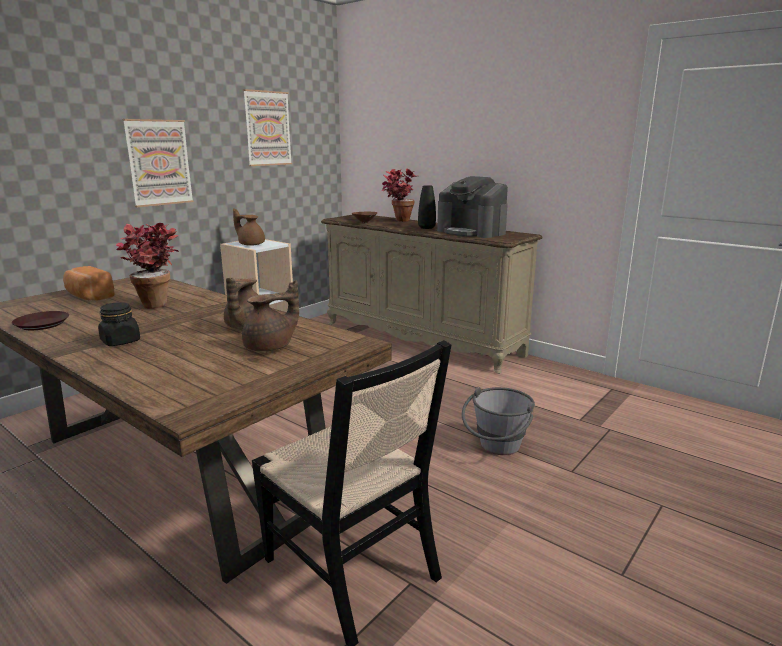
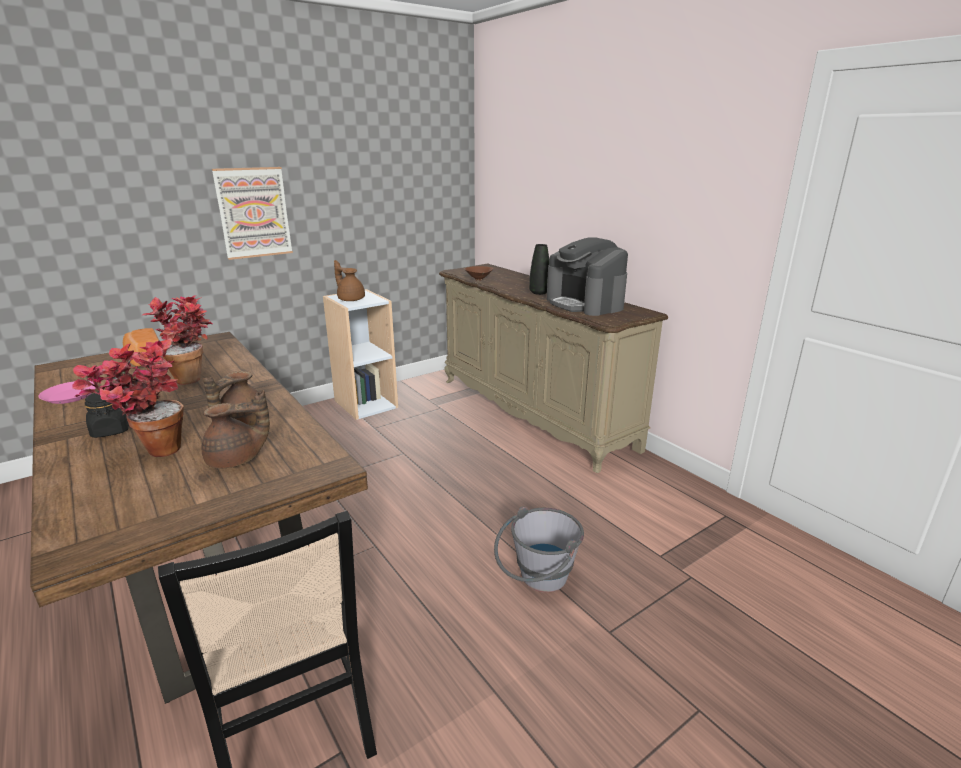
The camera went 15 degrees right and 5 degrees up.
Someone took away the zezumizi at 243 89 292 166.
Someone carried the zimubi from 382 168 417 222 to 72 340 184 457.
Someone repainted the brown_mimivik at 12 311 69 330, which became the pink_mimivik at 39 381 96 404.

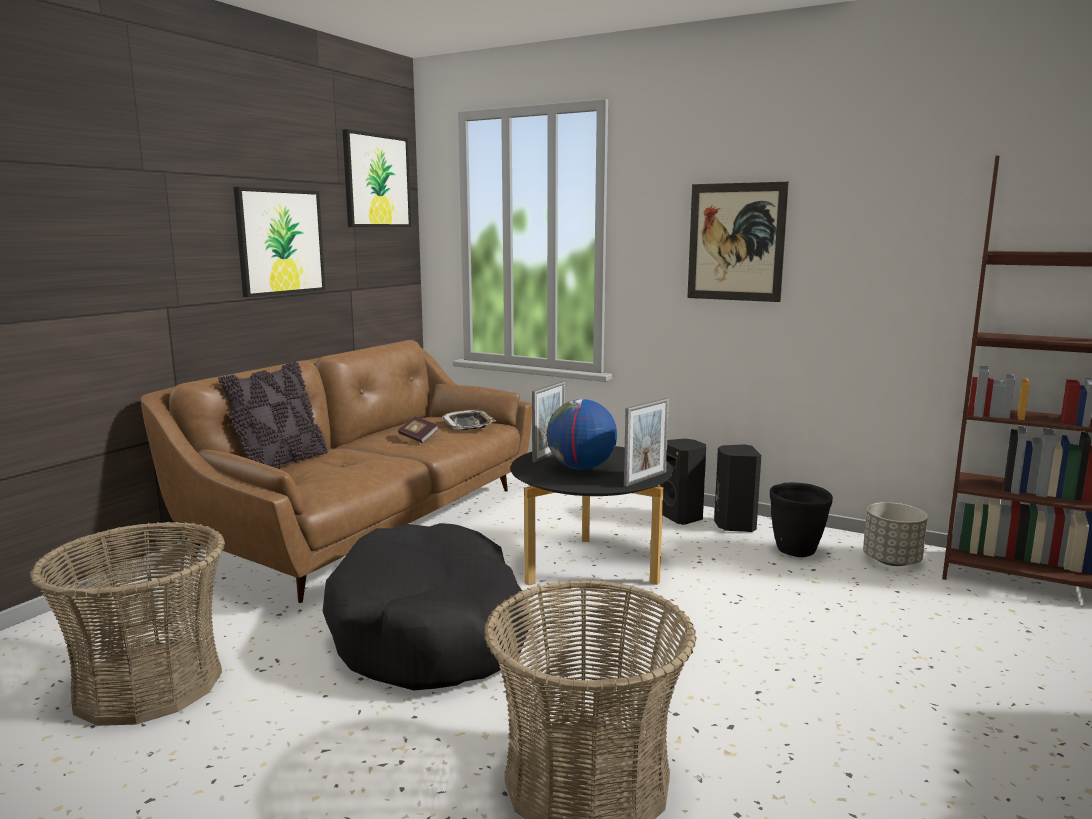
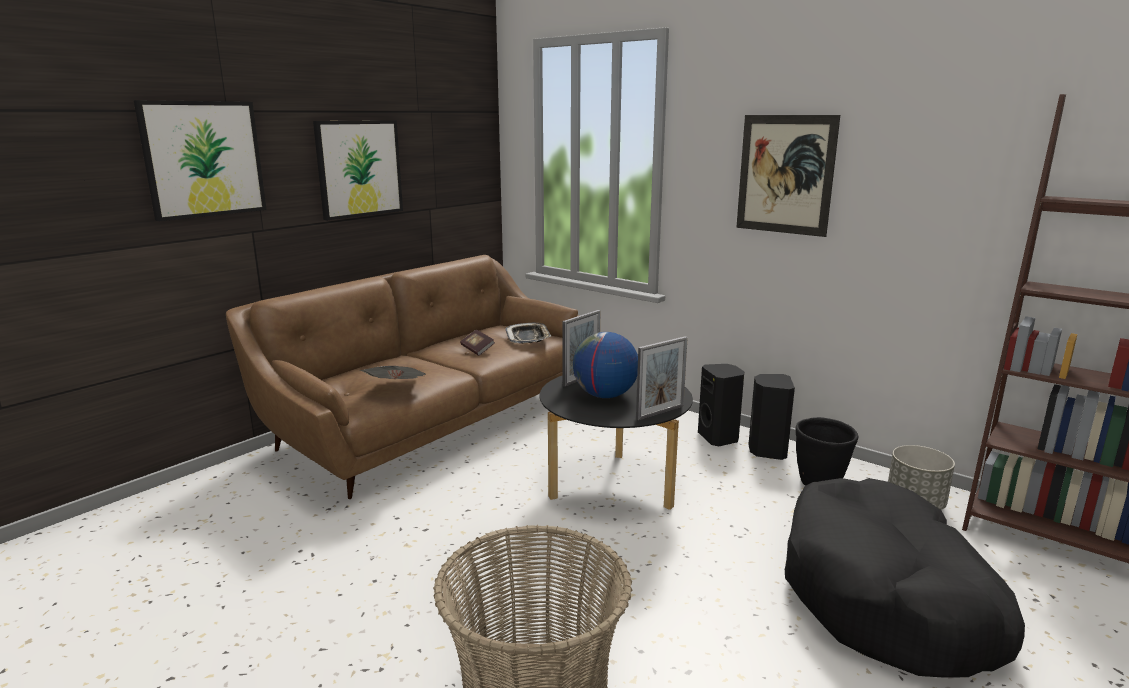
The camera went 10 degrees right and 5 degrees up.
Someone carried the zezumizi from 343 129 411 227 to 134 100 267 221.
Someone took away the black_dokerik at 218 362 328 469.
Someone took away the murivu at 30 522 225 726.
Someone carried the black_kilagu from 323 523 531 690 to 785 478 1025 678.
Someone put down the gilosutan at 360 366 426 379.

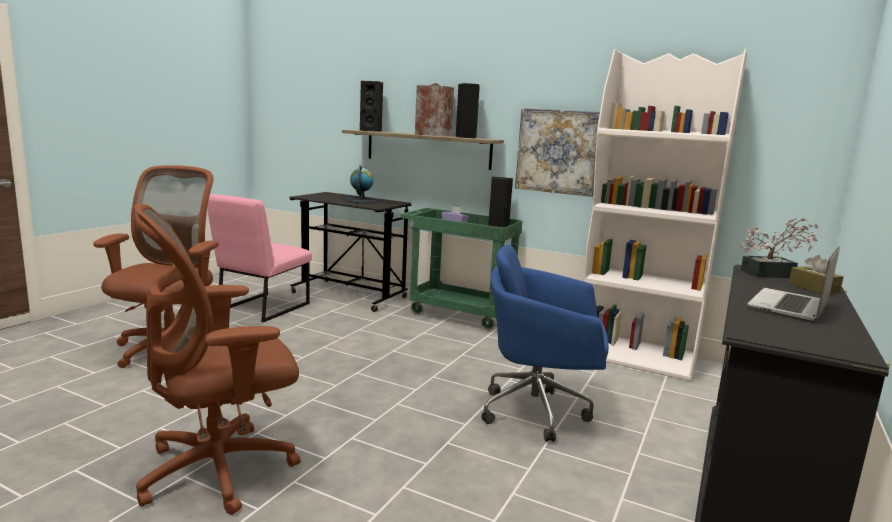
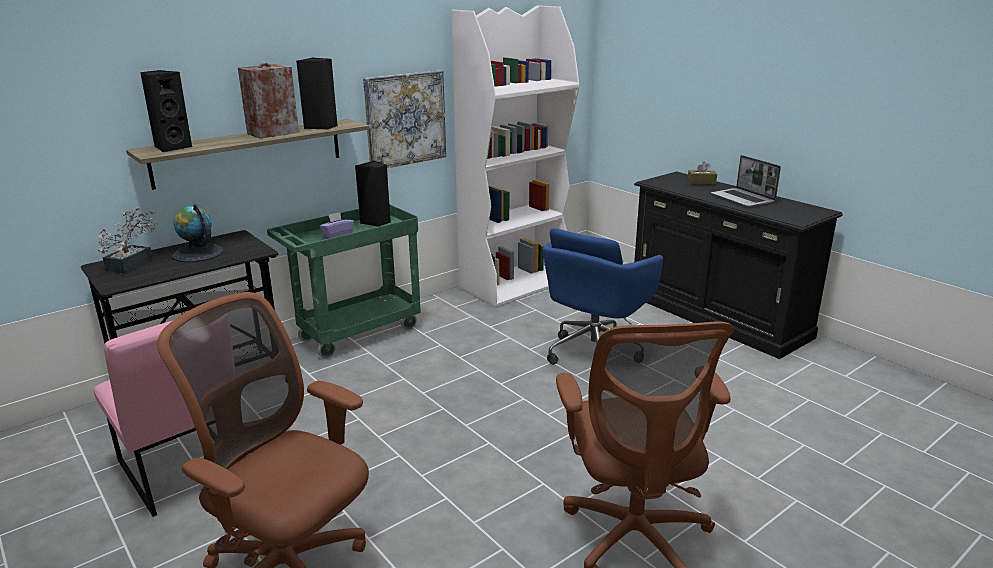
The camera went 65 degrees left and 10 degrees up.
Someone carried the zimubi from 740 218 819 278 to 98 207 158 274.

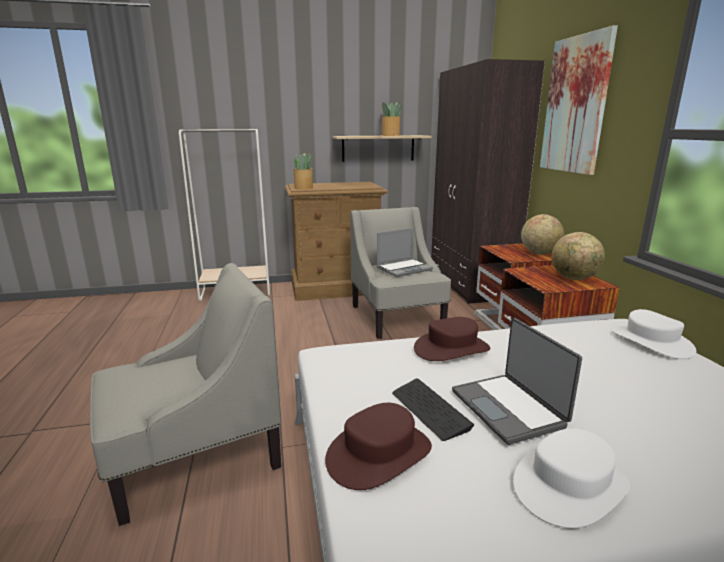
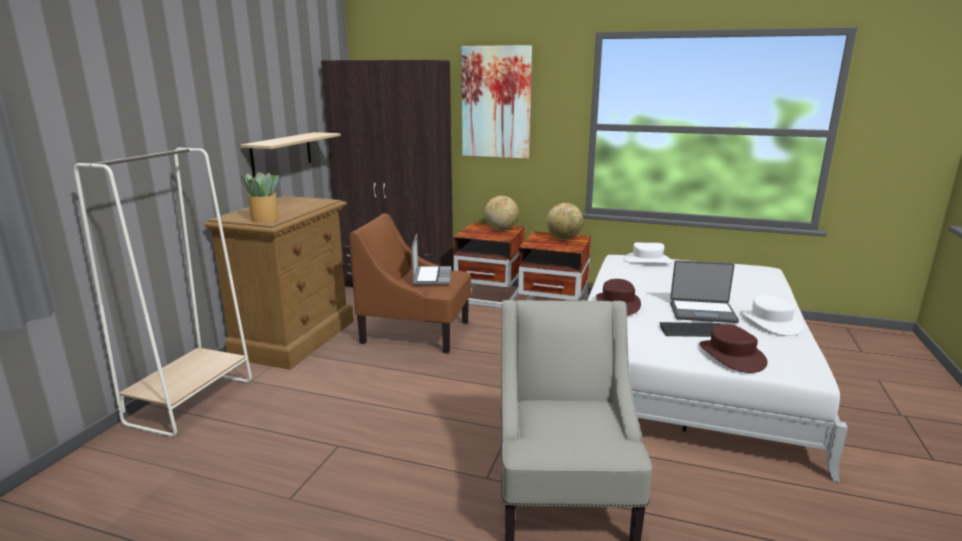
The camera went 60 degrees left and 0 degrees up.
Someone took away the zimubi at 382 102 402 136.
Someone repainted the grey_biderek at 350 207 451 339, which became the brown_biderek at 349 213 471 353.

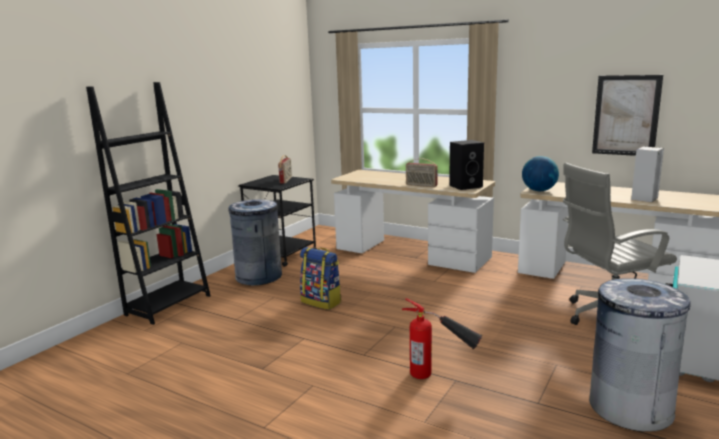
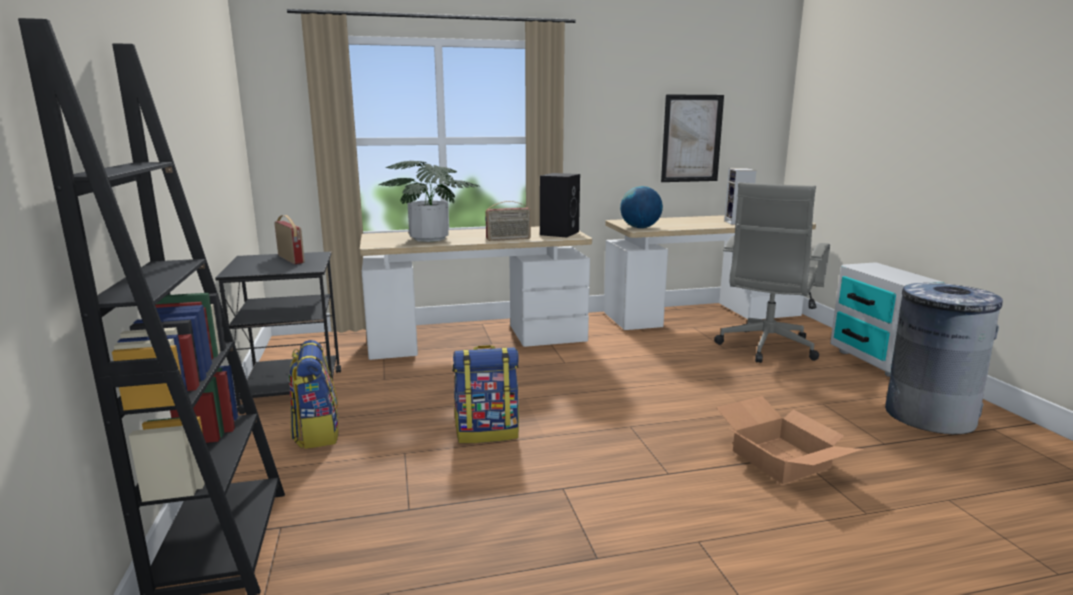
The camera went 45 degrees left and 0 degrees up.
Someone swapped the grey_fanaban at 229 199 282 285 for the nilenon at 289 340 338 449.
Someone swapped the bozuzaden at 402 298 482 379 for the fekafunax at 716 396 863 484.
Someone put down the zimubi at 379 161 479 242.

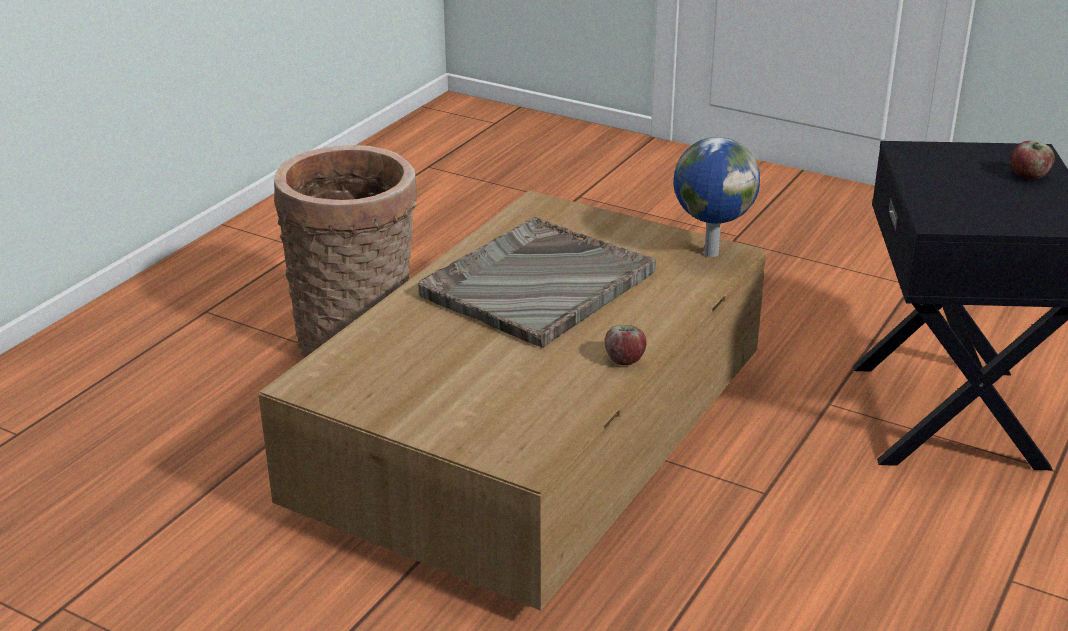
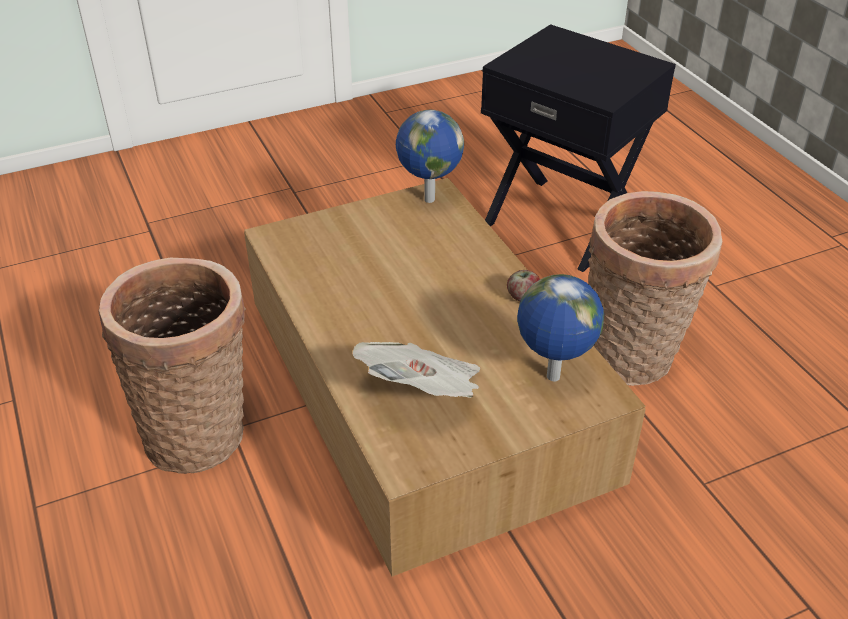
The camera went 55 degrees left and 10 degrees up.
Someone took away the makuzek at 1011 140 1055 179.
Someone took away the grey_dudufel at 418 217 656 348.
Someone put down the murivu at 588 191 722 386.
Someone put down the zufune at 517 274 604 381.
Someone put down the gilosutan at 352 342 481 398.

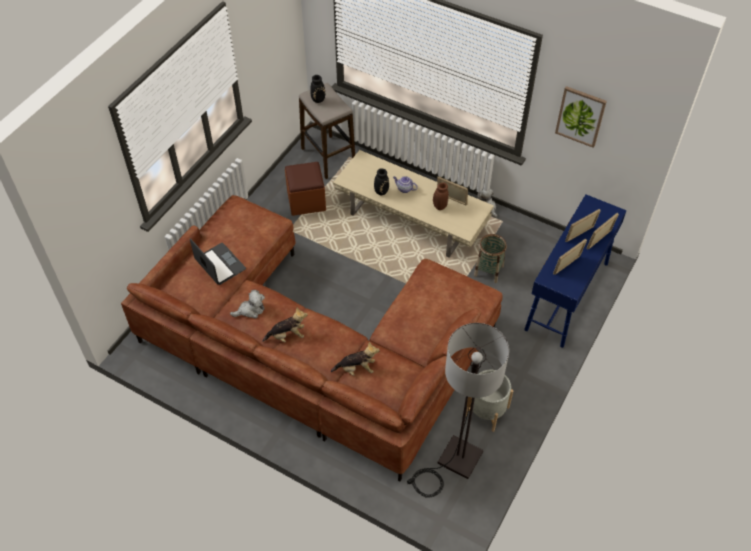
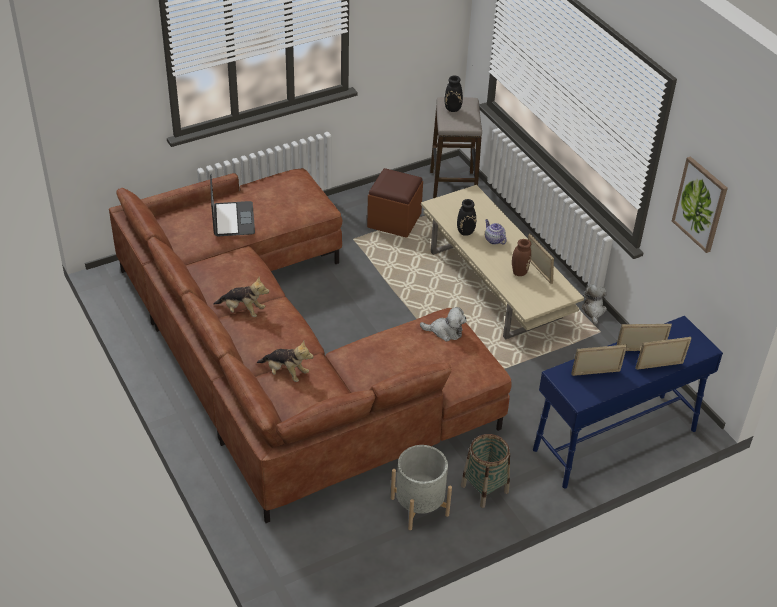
The camera went 30 degrees right and 10 degrees down.
Someone carried the murivu from 474 234 507 283 to 461 434 510 508.
Someone carried the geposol from 230 290 265 319 to 420 307 466 341.
Someone took away the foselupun at 407 323 509 498.

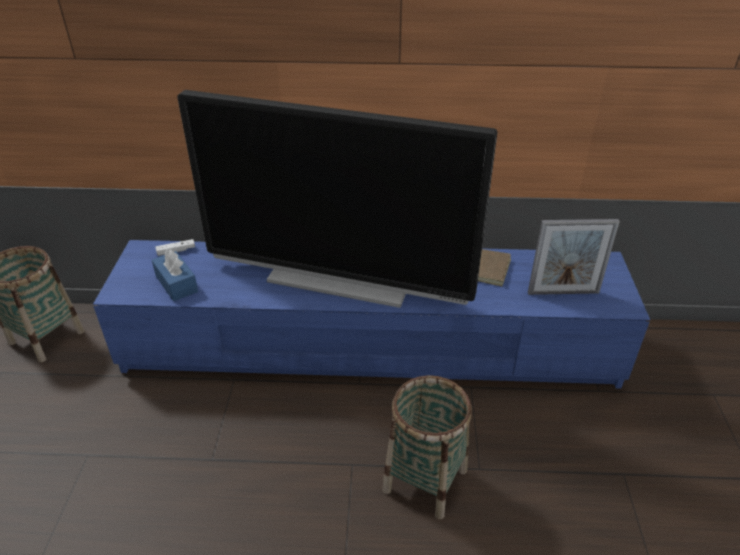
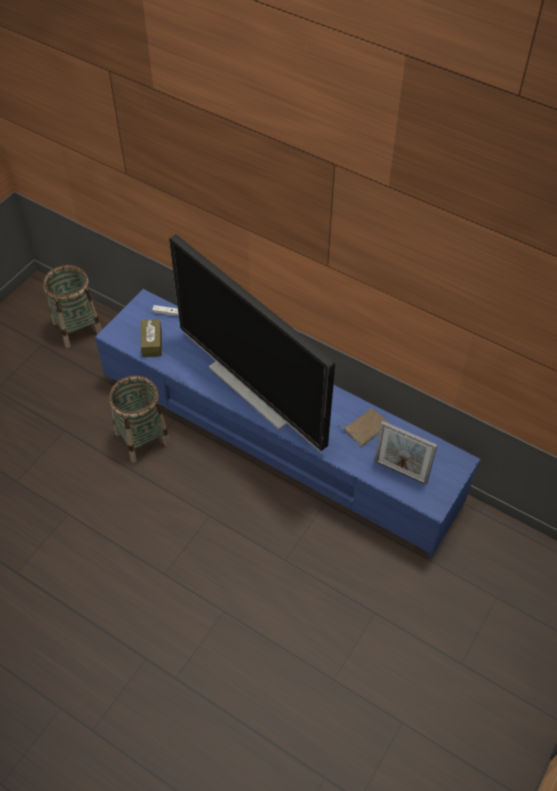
The camera went 30 degrees right and 15 degrees up.
Someone repainted the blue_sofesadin at 152 249 198 301, which became the brown_sofesadin at 141 319 162 357.
Someone carried the murivu from 382 375 472 519 to 109 375 171 463.

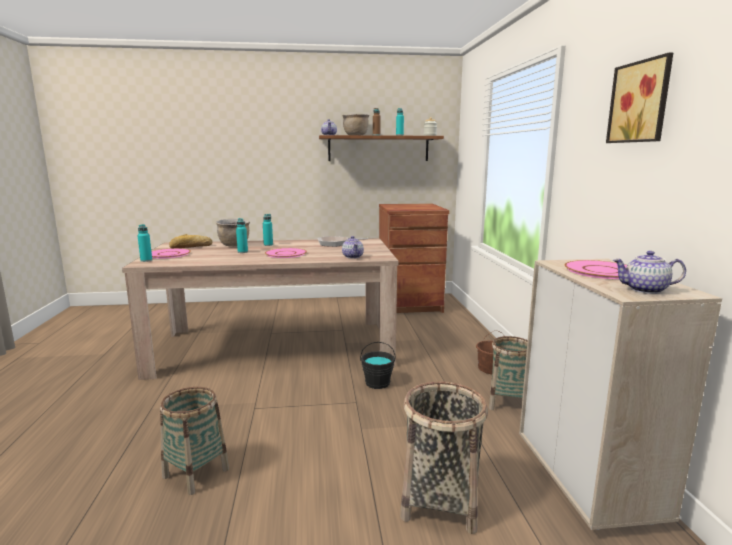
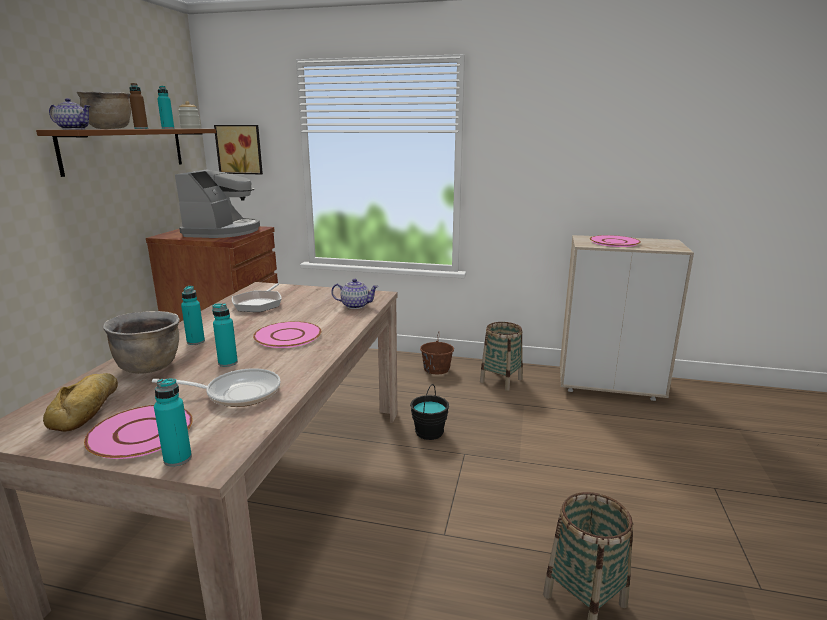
The camera went 70 degrees left and 5 degrees up.
Someone carried the zezumizi from 606 53 673 143 to 214 125 263 174.
Someone took away the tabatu at 613 251 686 294.
Someone took away the murivu at 400 381 488 534.
Someone put down the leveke at 175 169 260 238.
Someone put down the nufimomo at 152 368 281 407.

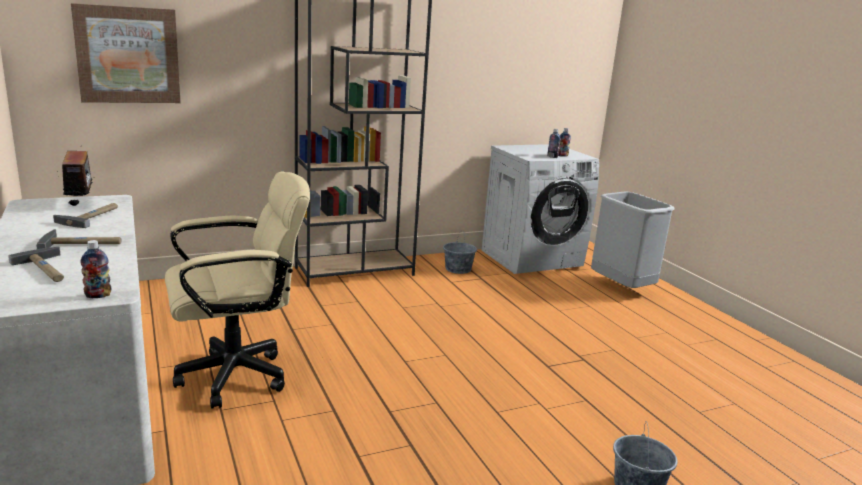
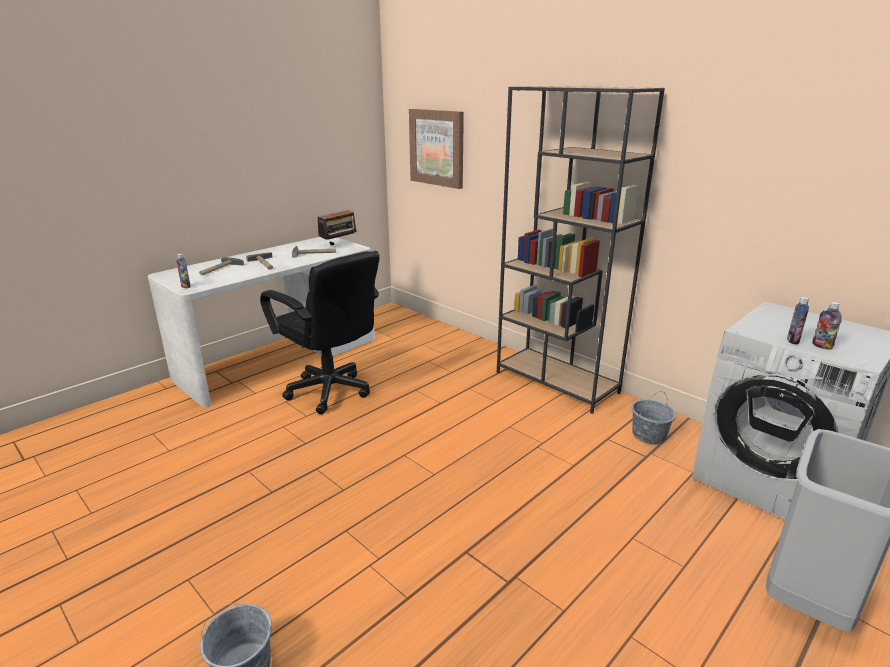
The camera went 70 degrees right and 5 degrees up.
Someone repainted the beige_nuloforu at 165 171 310 409, which became the black_nuloforu at 260 251 379 414.

